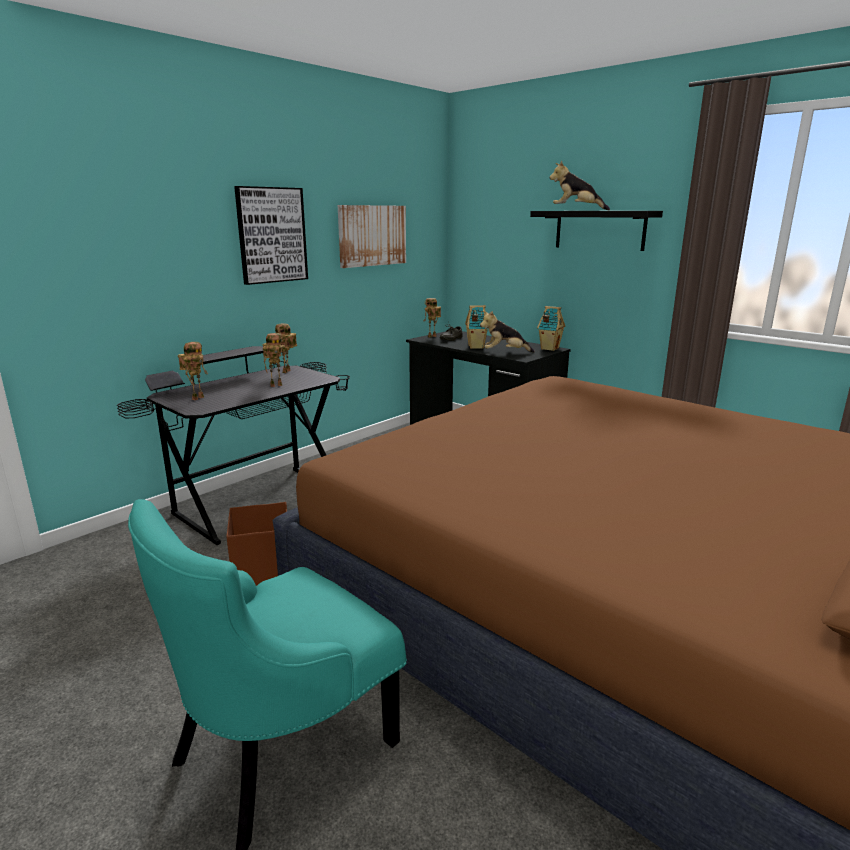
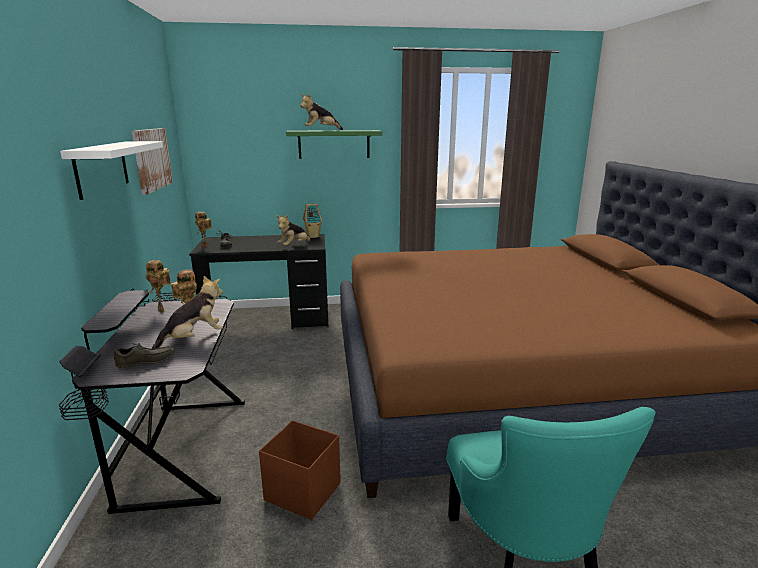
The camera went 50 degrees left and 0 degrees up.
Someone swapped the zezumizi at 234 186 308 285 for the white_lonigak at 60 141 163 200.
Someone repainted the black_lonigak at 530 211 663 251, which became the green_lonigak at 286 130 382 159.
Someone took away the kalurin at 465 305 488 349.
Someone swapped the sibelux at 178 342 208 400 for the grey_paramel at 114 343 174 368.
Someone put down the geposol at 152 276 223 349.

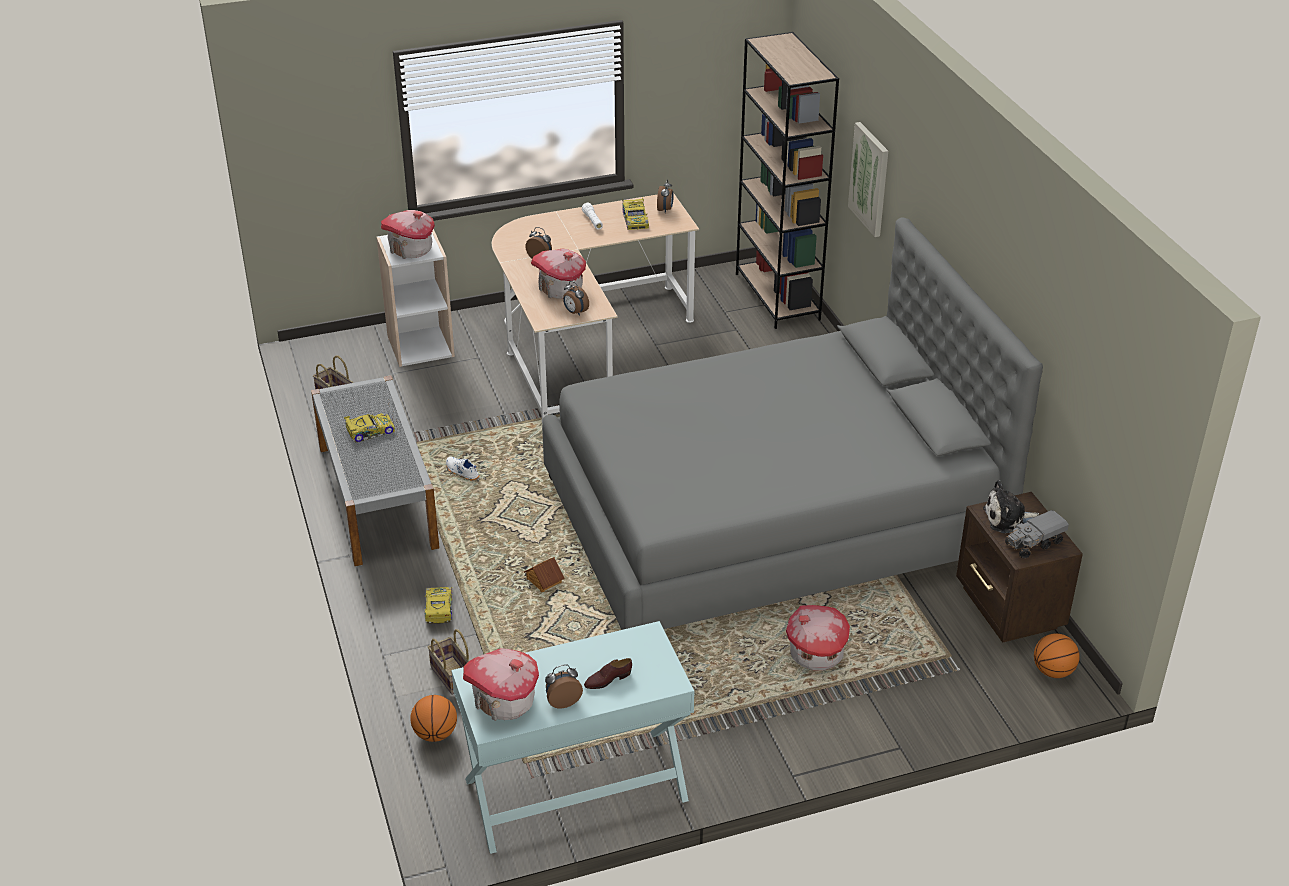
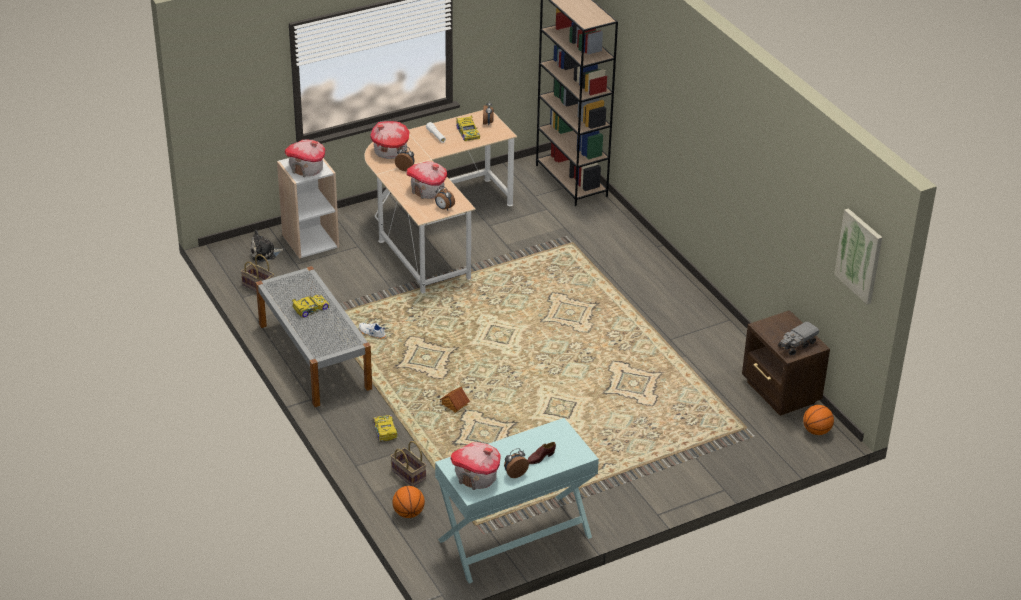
The camera went 10 degrees left and 0 degrees up.
Someone carried the zezumizi from 848 122 888 237 to 834 208 882 304.
Someone took away the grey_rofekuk at 542 217 1043 630.
Someone carried the geposol from 983 480 1039 533 to 250 230 285 262.
Someone carried the kalurin from 786 605 850 670 to 370 121 409 159.

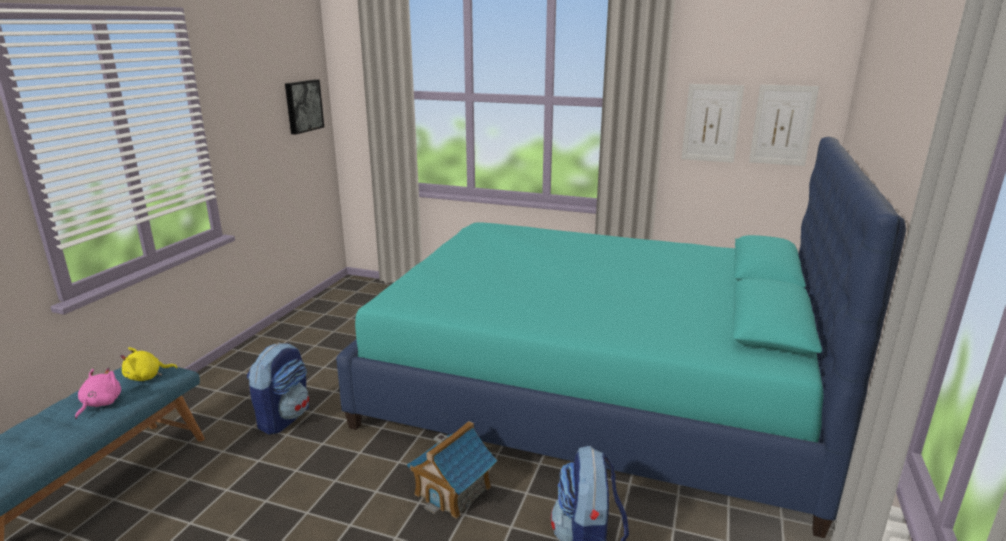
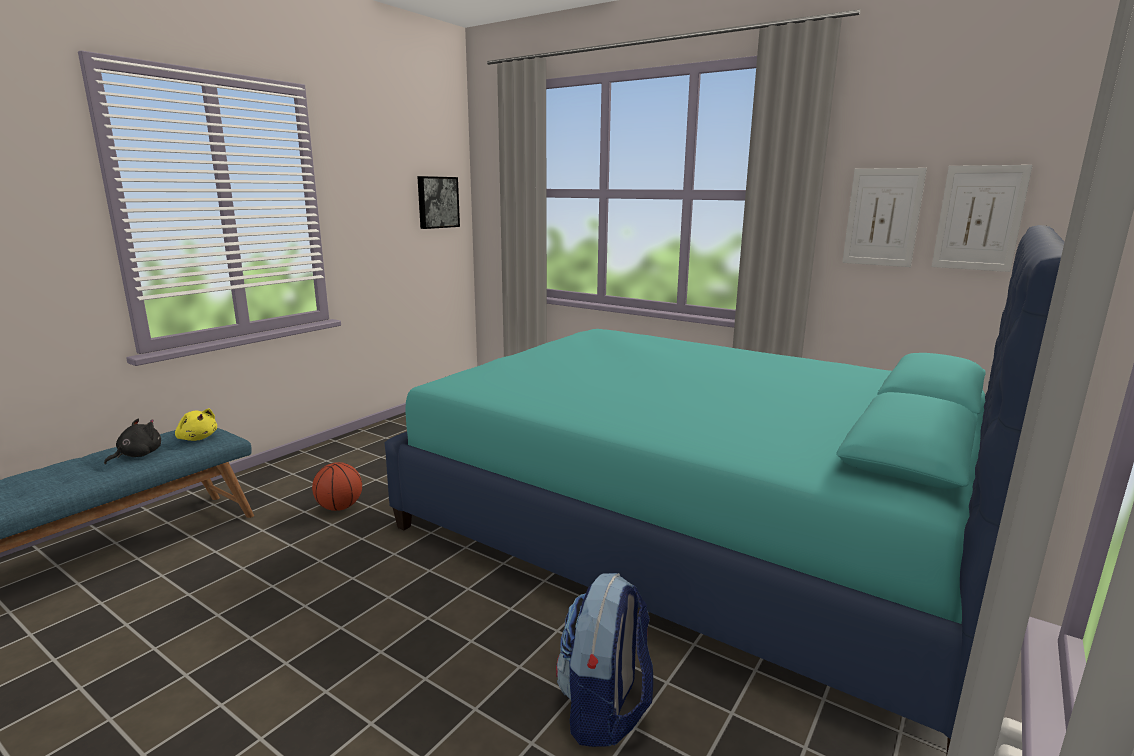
The camera went 15 degrees right and 5 degrees down.
Someone swapped the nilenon at 247 343 309 435 for the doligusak at 312 462 362 511.
Someone rotated the yellow_geposol at 120 347 178 381 by 135 degrees counterclockwise.
Someone repainted the pink_geposol at 75 367 121 419, which became the black_geposol at 104 418 161 464.
Someone took away the kalurin at 407 421 497 519.

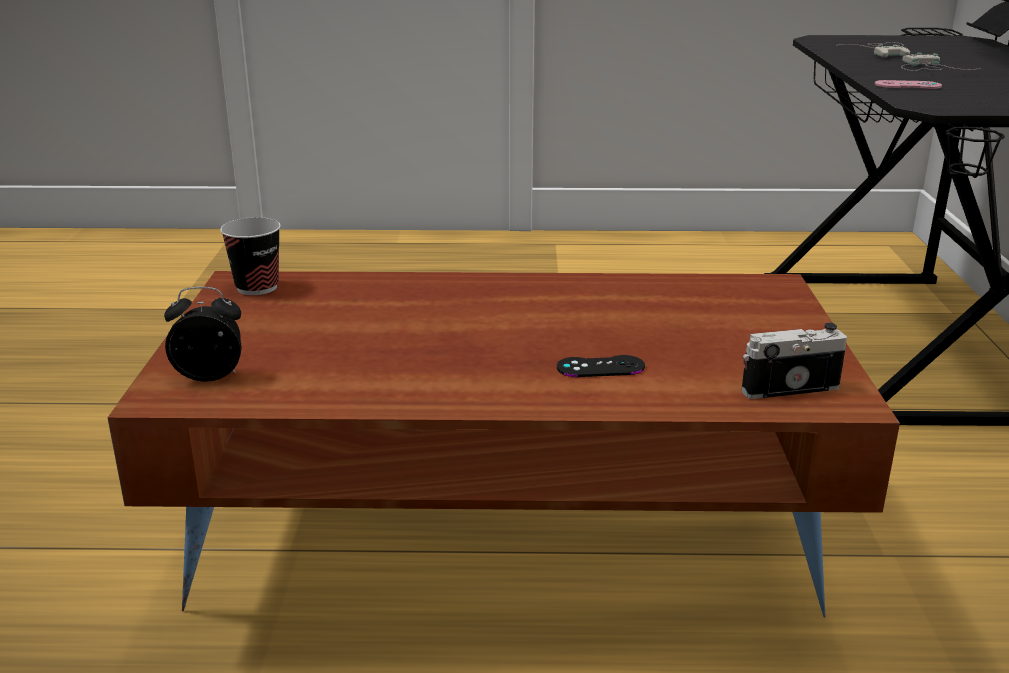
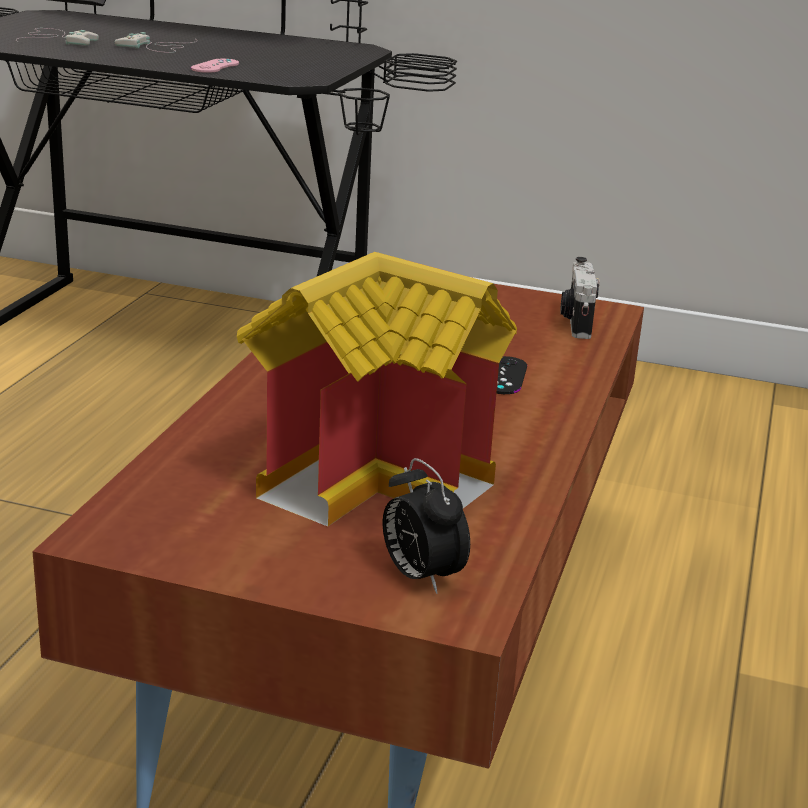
The camera went 75 degrees left and 0 degrees up.
Someone took away the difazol at 220 217 281 295.
Someone rotated the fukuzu at 164 287 241 382 by 45 degrees counterclockwise.
Someone put down the kalurin at 237 252 517 526.

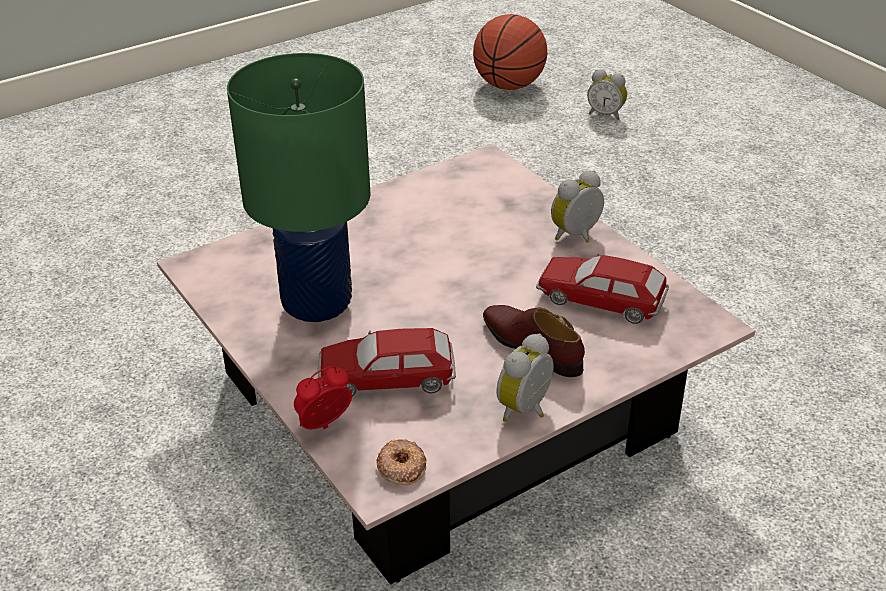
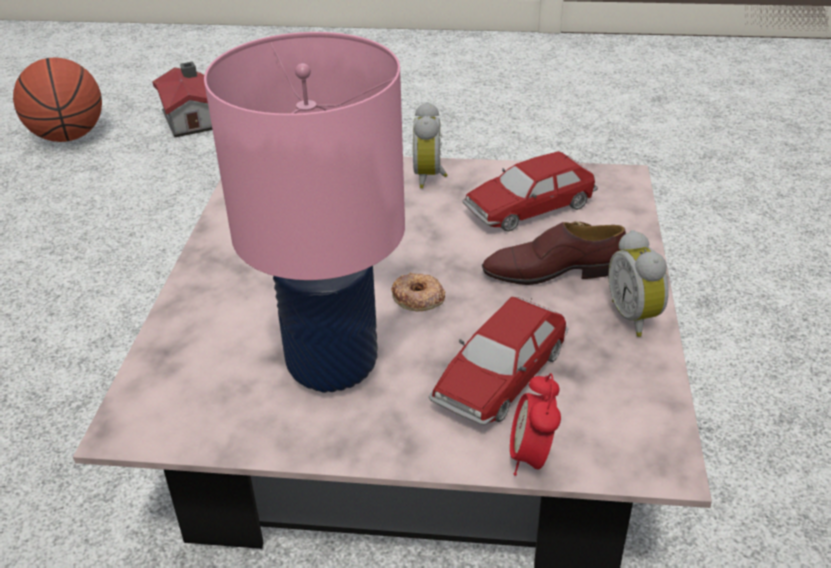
The camera went 50 degrees left and 0 degrees up.
Someone repainted the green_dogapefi at 227 53 370 322, which became the pink_dogapefi at 204 32 405 393.
Someone swapped the fukuzu at 587 70 627 120 for the kalurin at 152 62 212 137.
Someone carried the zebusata from 376 439 427 485 to 391 272 445 311.

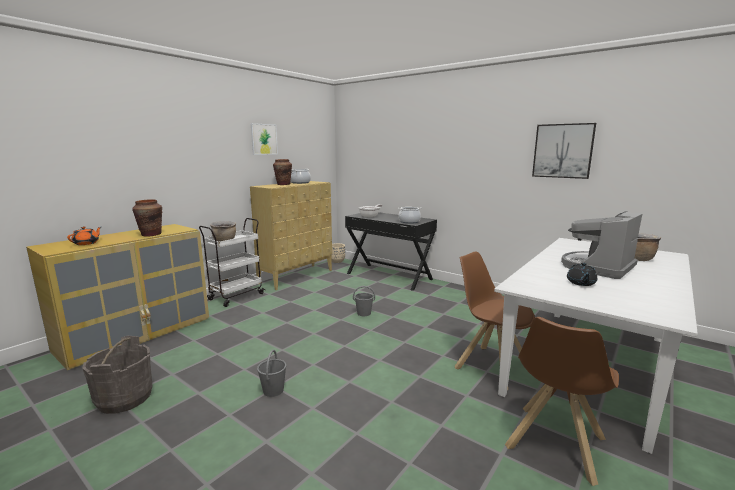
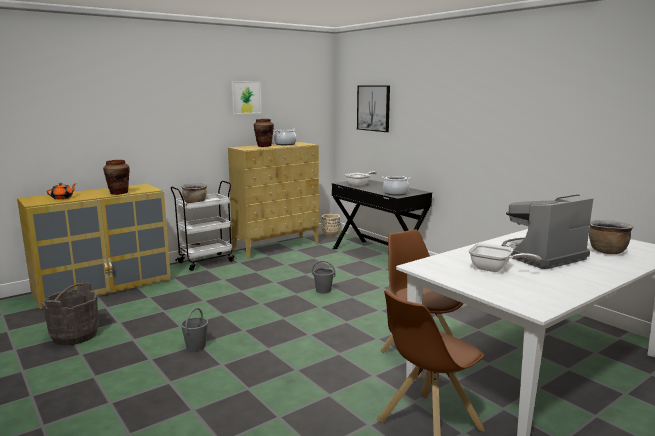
The camera went 15 degrees right and 0 degrees up.
Someone carried the zezumizi from 532 123 596 179 to 357 85 390 132.
Someone swapped the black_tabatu at 567 263 597 286 for the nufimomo at 469 243 541 272.

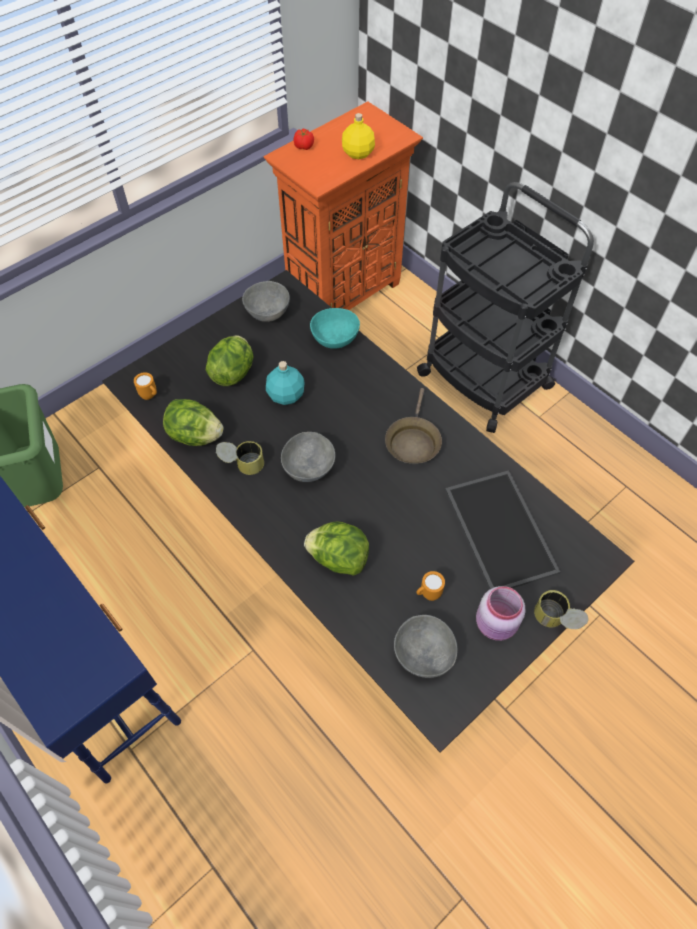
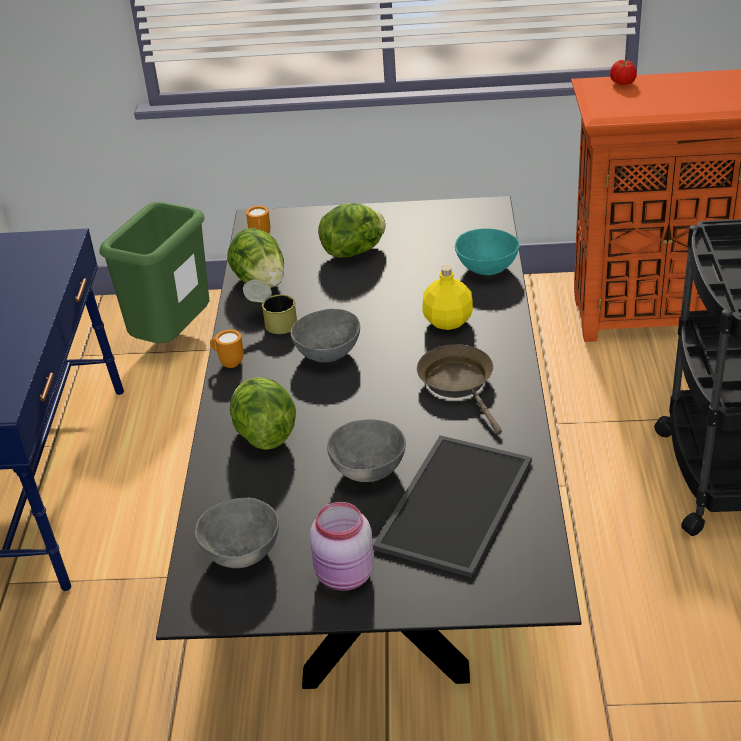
The camera went 45 degrees right and 20 degrees down.
Someone carried the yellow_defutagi from 342 113 375 159 to 422 265 473 330.
Someone carried the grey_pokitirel from 242 281 290 322 to 327 419 406 482.
Someone took away the turquoise_defutagi at 266 361 305 405.
Someone rotated the brown_nufimomo at 385 388 442 464 by 105 degrees clockwise.
Someone carried the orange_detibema from 416 571 445 601 to 210 329 244 368.
Someone took away the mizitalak at 534 590 589 629.

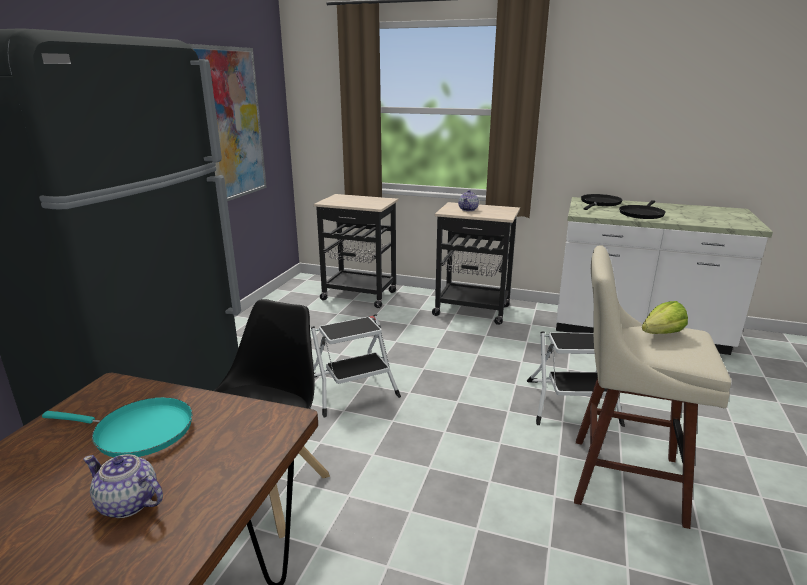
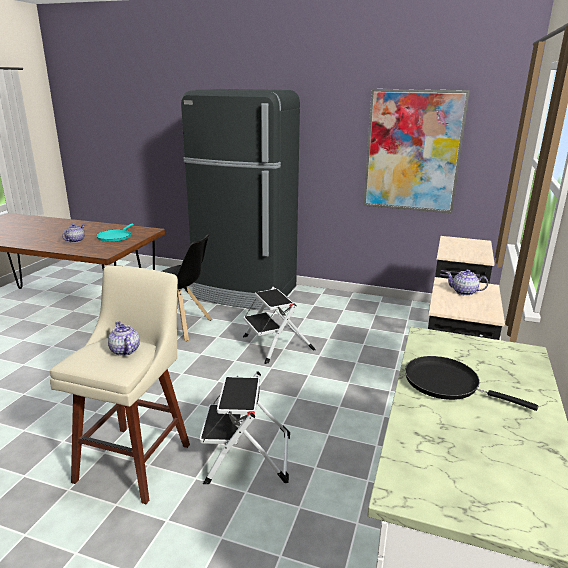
The camera went 90 degrees right and 0 degrees up.
Someone took away the black_nufimomo at 581 194 623 210.
Someone swapped the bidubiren at 642 301 688 334 for the tabatu at 108 321 140 356.

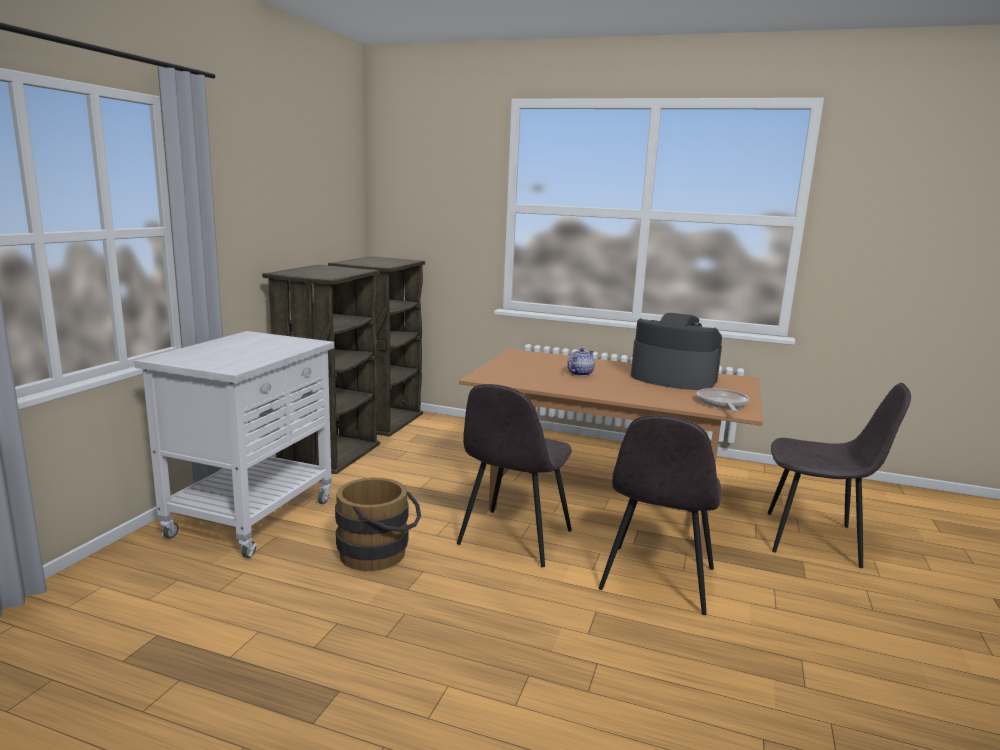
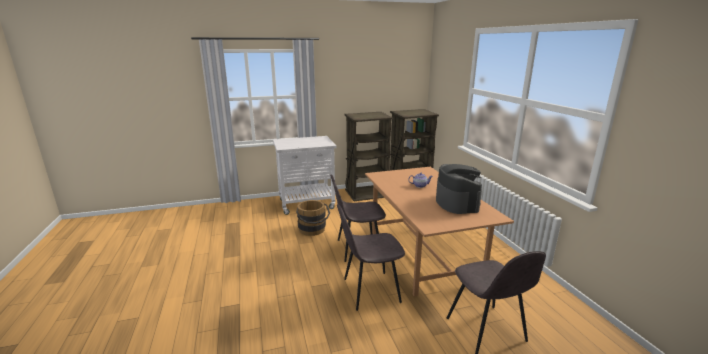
The camera went 55 degrees right and 5 degrees up.
Someone took away the nufimomo at 697 388 749 412.

